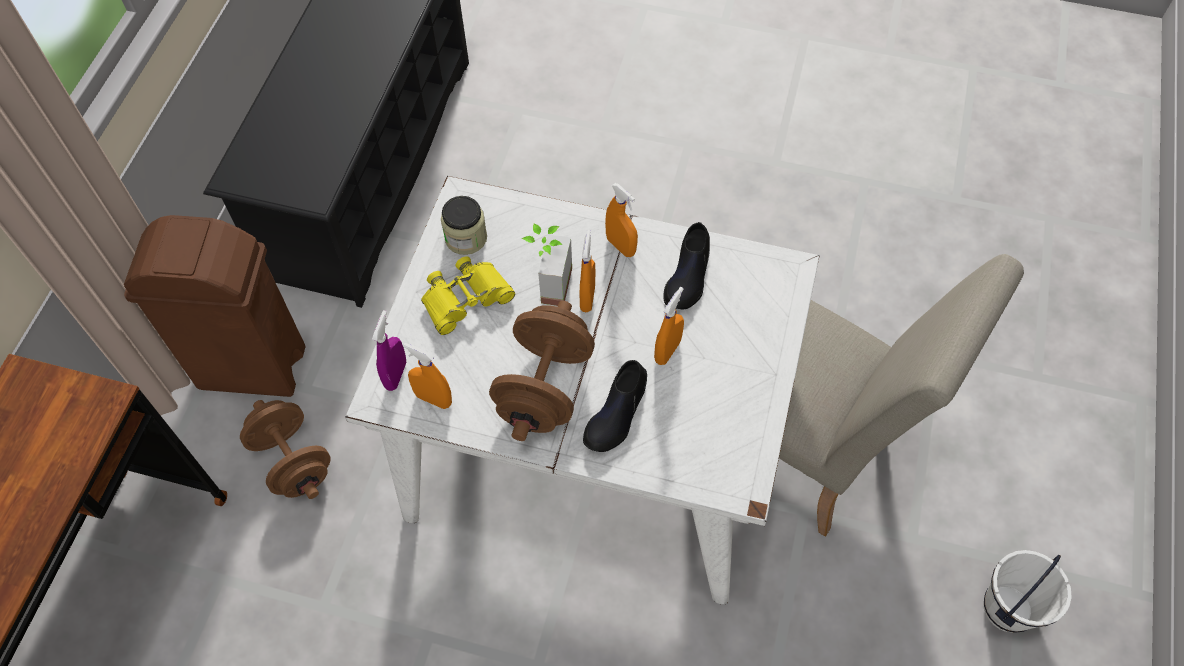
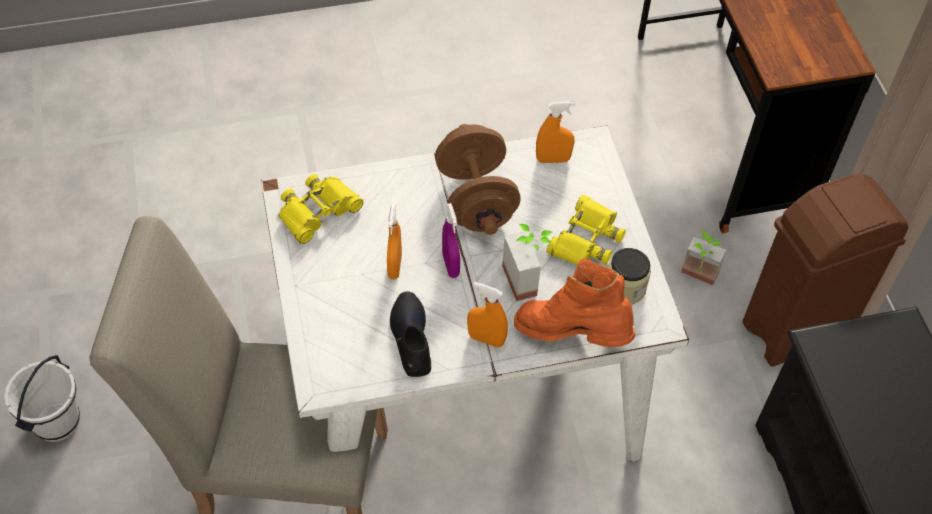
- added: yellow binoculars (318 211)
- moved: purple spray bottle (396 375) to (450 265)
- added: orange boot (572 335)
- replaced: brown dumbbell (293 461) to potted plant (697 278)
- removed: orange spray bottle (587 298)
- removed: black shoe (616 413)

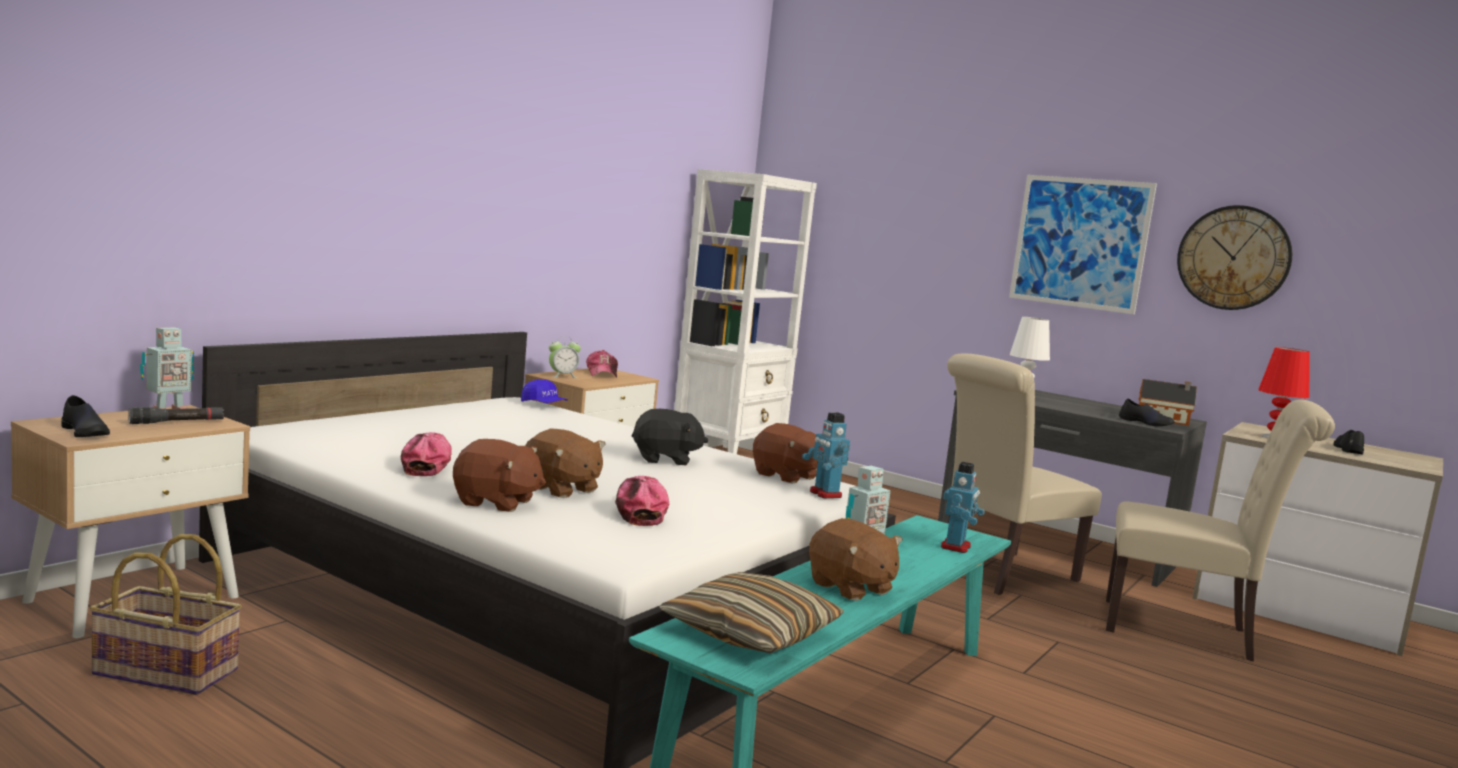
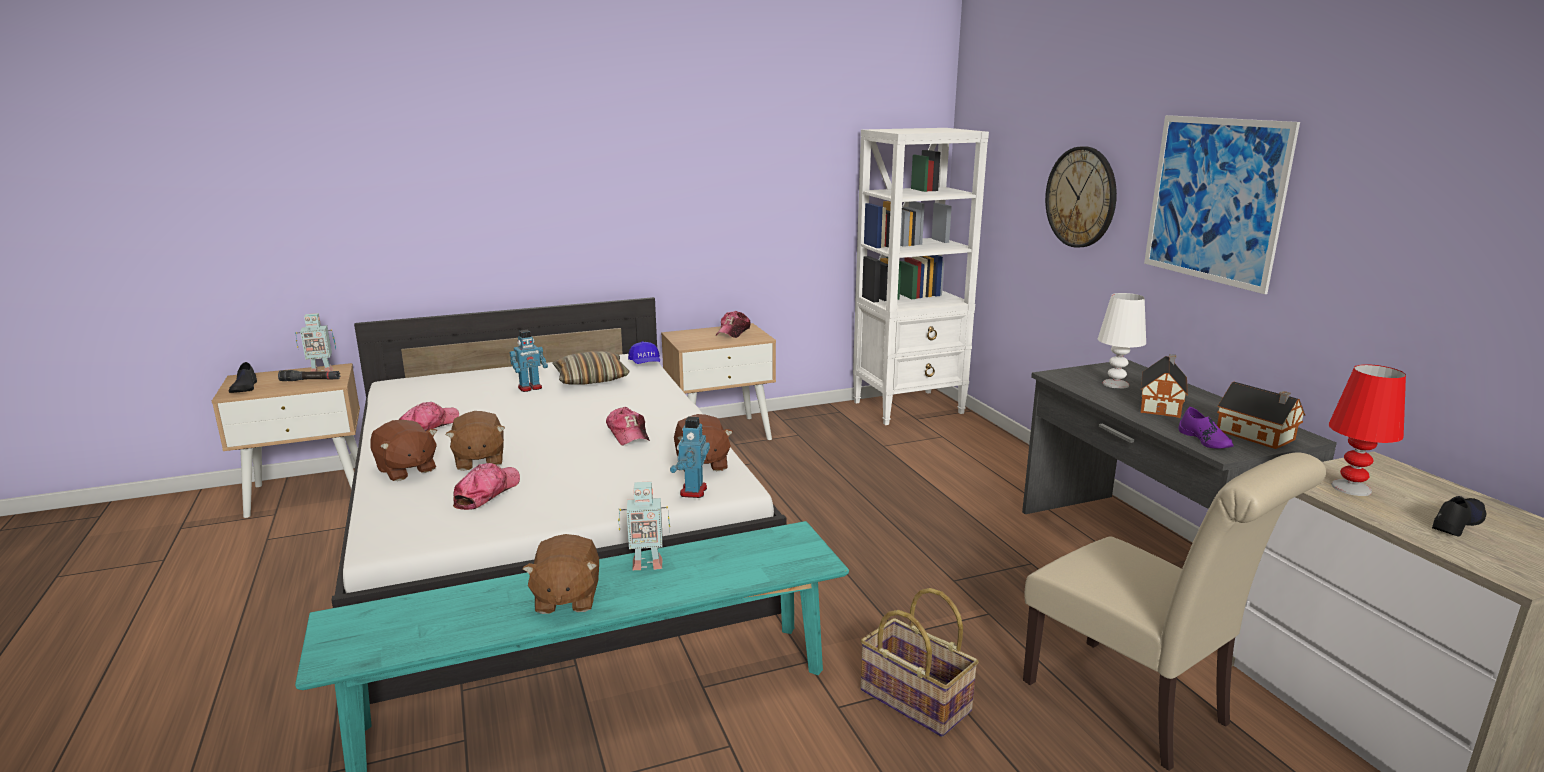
- moved: toy robot (956 547) to (530 388)
- moved: pillow (751 632) to (591 379)
- replaced: black plush toy (665 459) to cap (628 434)
- moved: basket (164 673) to (913 701)
- moved: wall clock (1233 258) to (1081 197)
- added: toy house (1161 405)
- recoloured: black shoe (1145 423) to purple shoe (1205 440)
- removed: alarm clock (562 376)
- removed: beige chair (1000 574)

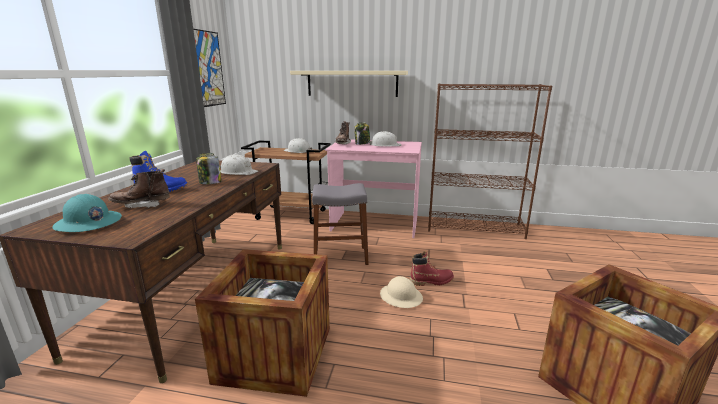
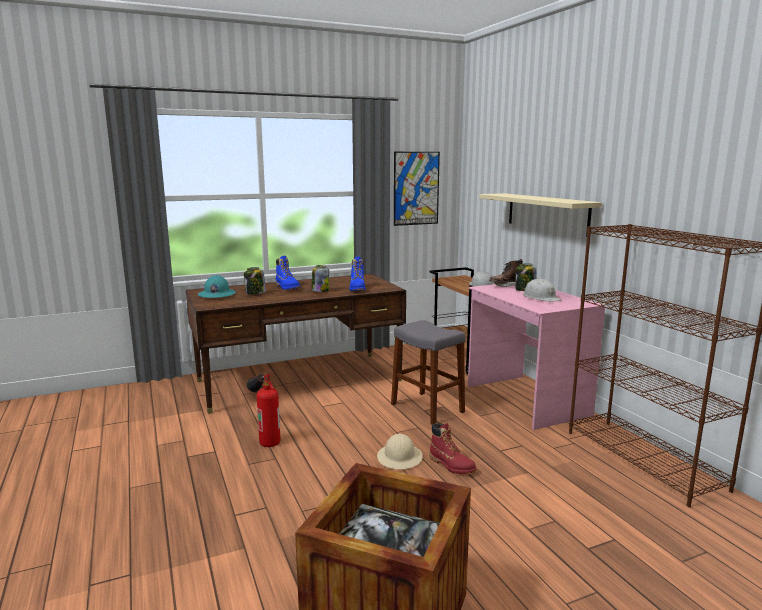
- replaced: brown boot (142 205) to jar (255 293)
- replaced: crate (275 354) to fire extinguisher (264 434)
- replaced: white hard hat (238 172) to blue boot (357 289)

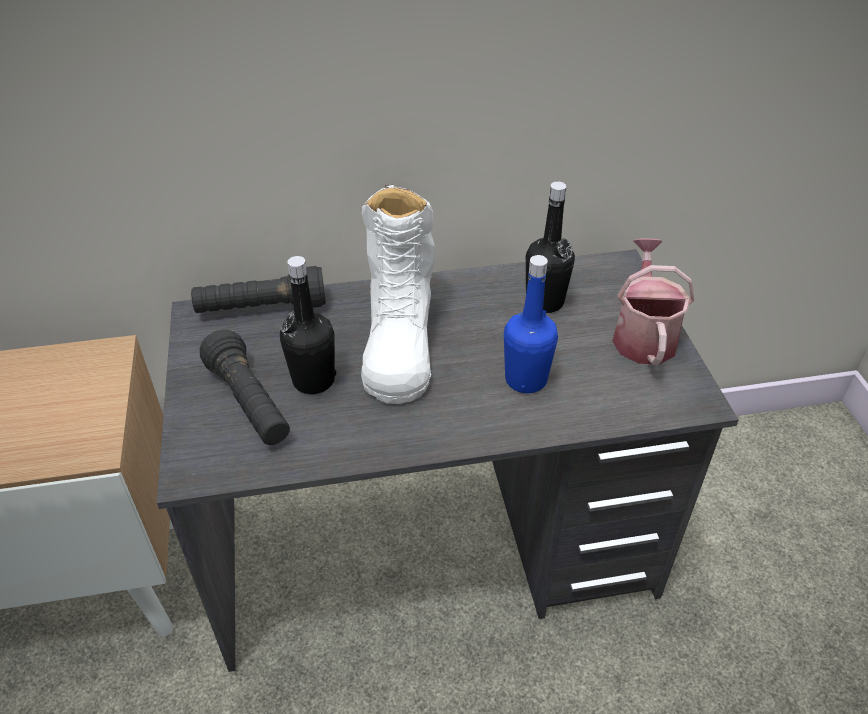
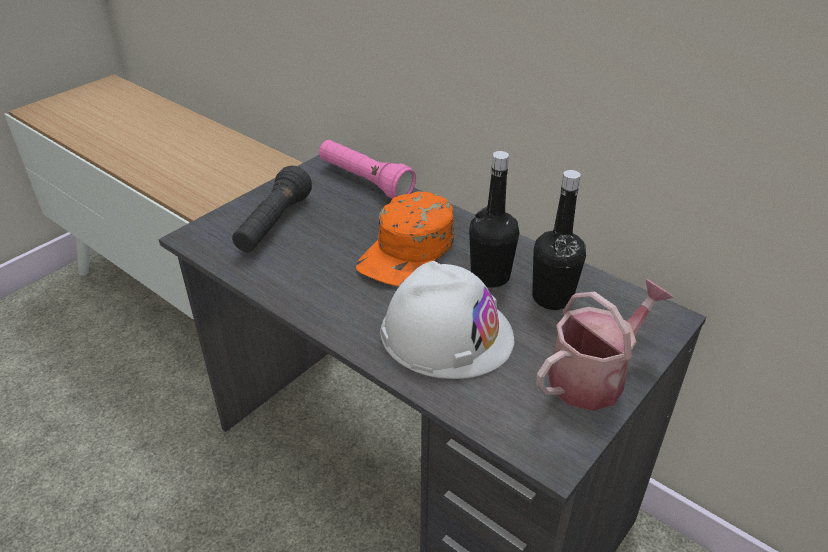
- recoloured: black flashlight (262 308) to pink flashlight (364 181)
- replaced: white boot (399 341) to orange cap (408 251)
- replaced: blue bottle (526 379) to white hard hat (446 333)
- moved: black bottle (313 380) to (490 276)

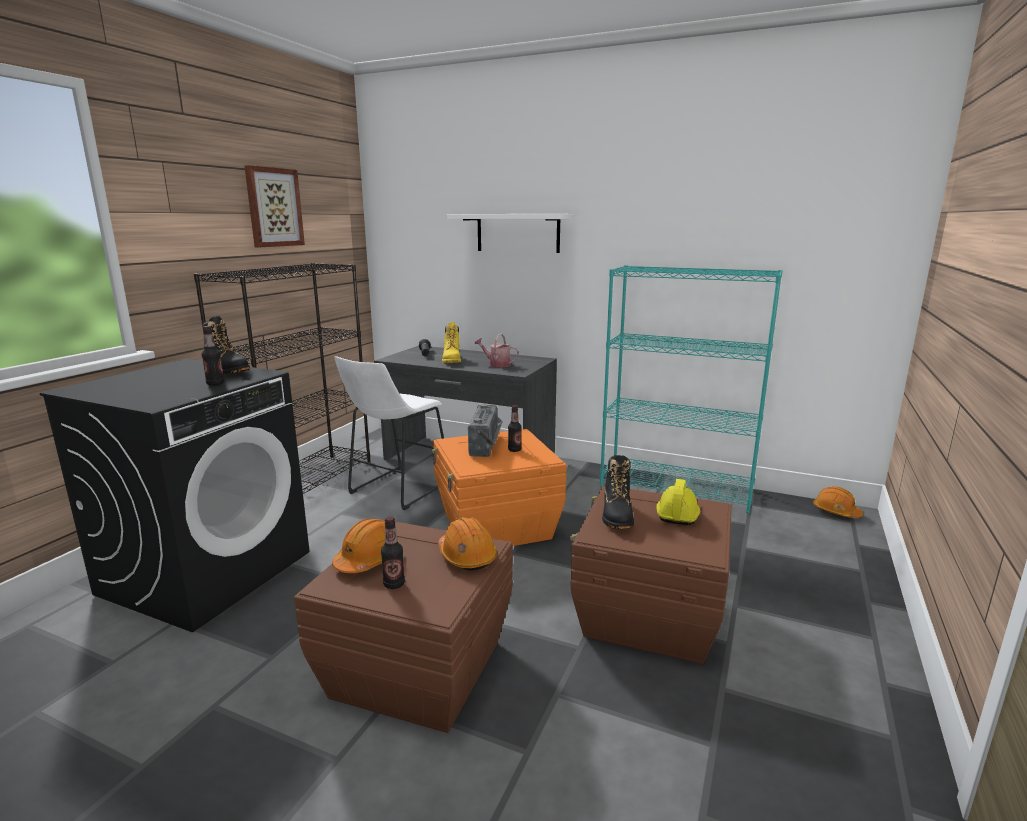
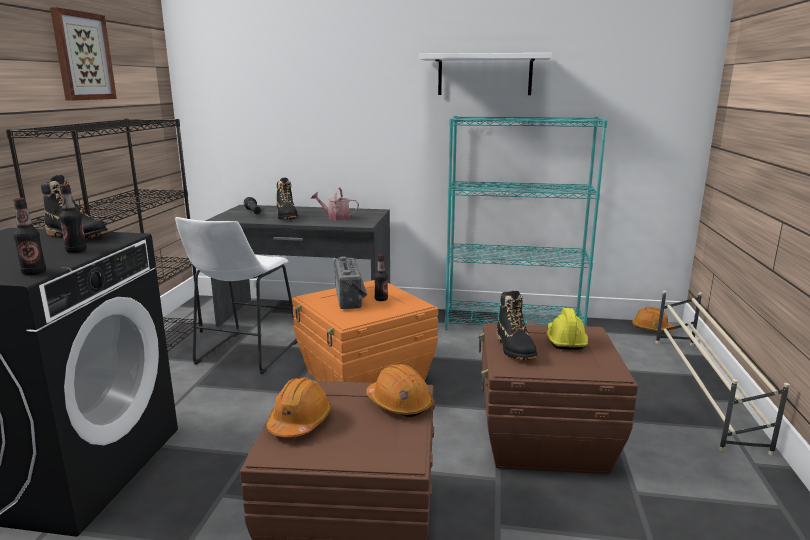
- moved: bottle (394 584) to (34 272)
- recoloured: yellow boot (452 360) to black boot (287 217)
- moved: white shelf (518 233) to (484 75)
- added: beige shoe rack (704 389)

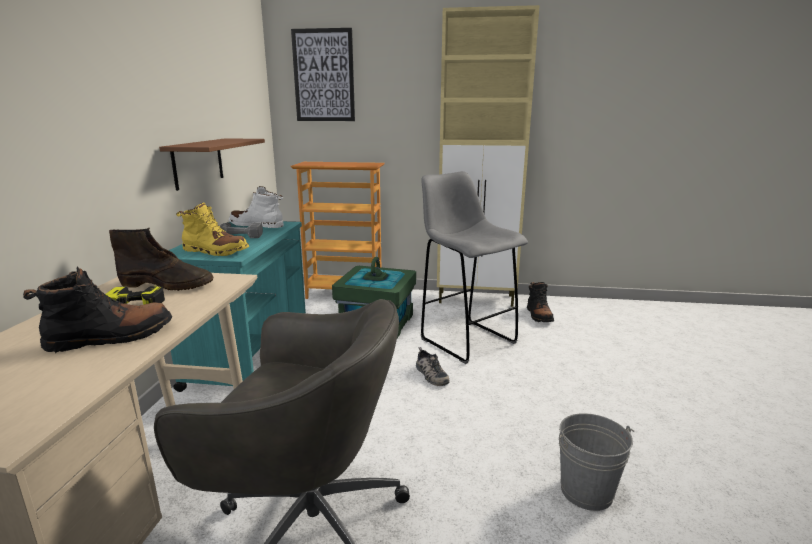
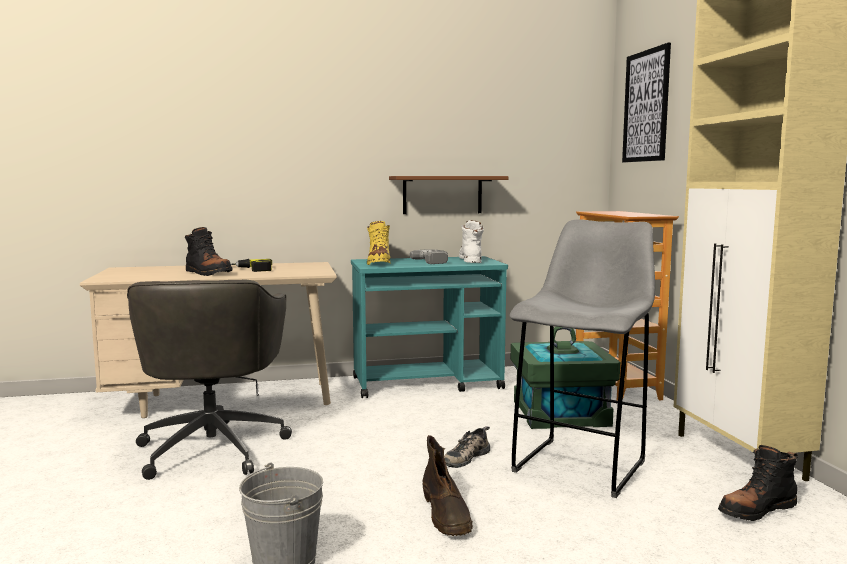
- moved: brown boot (167 285) to (446 514)

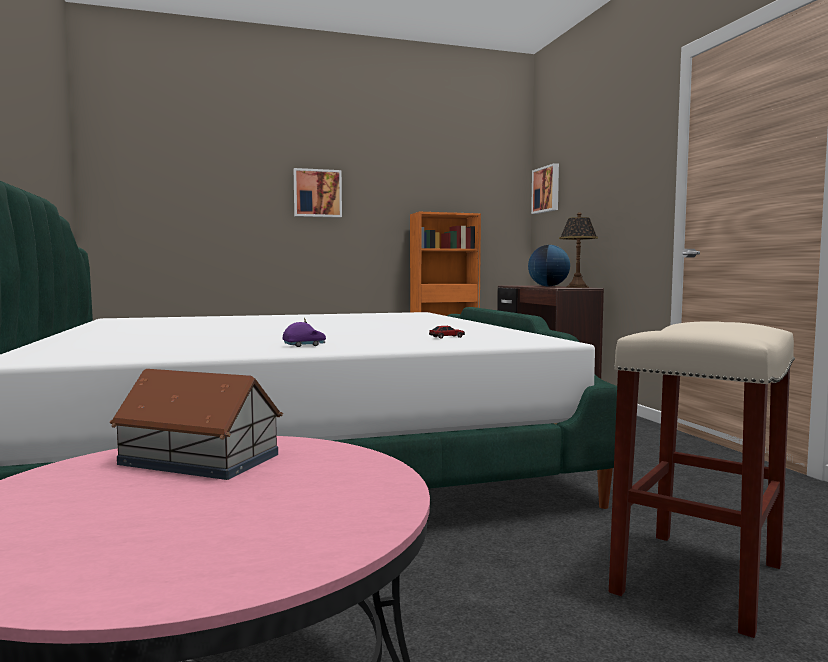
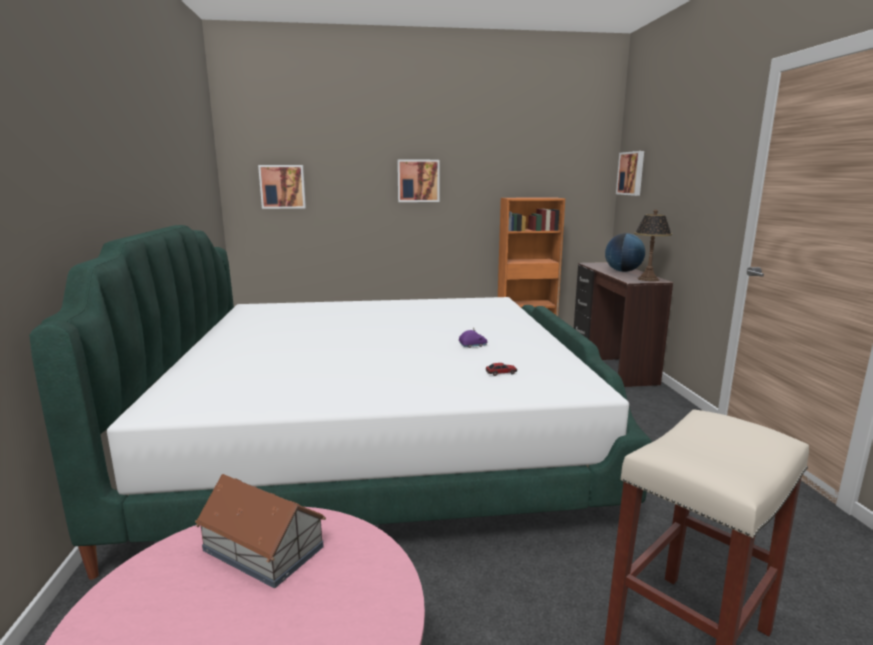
- added: picture (282 186)
- moved: purple toy car (303 345) to (472 345)

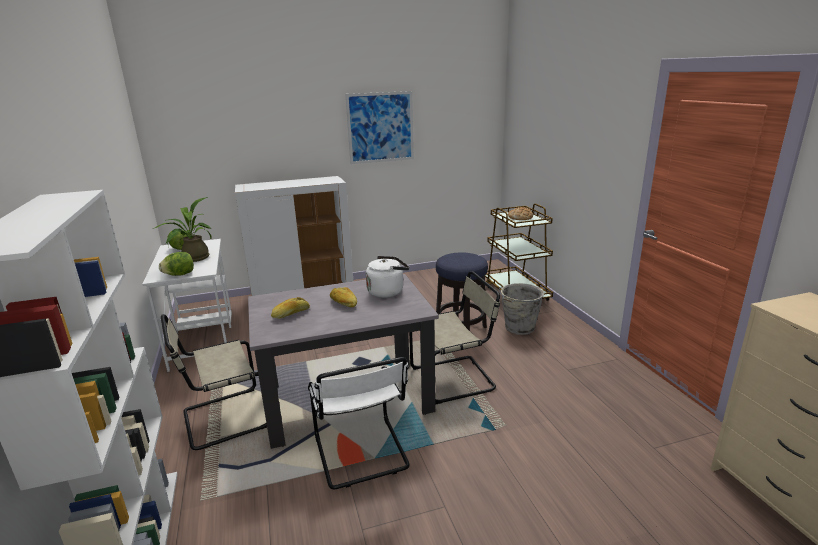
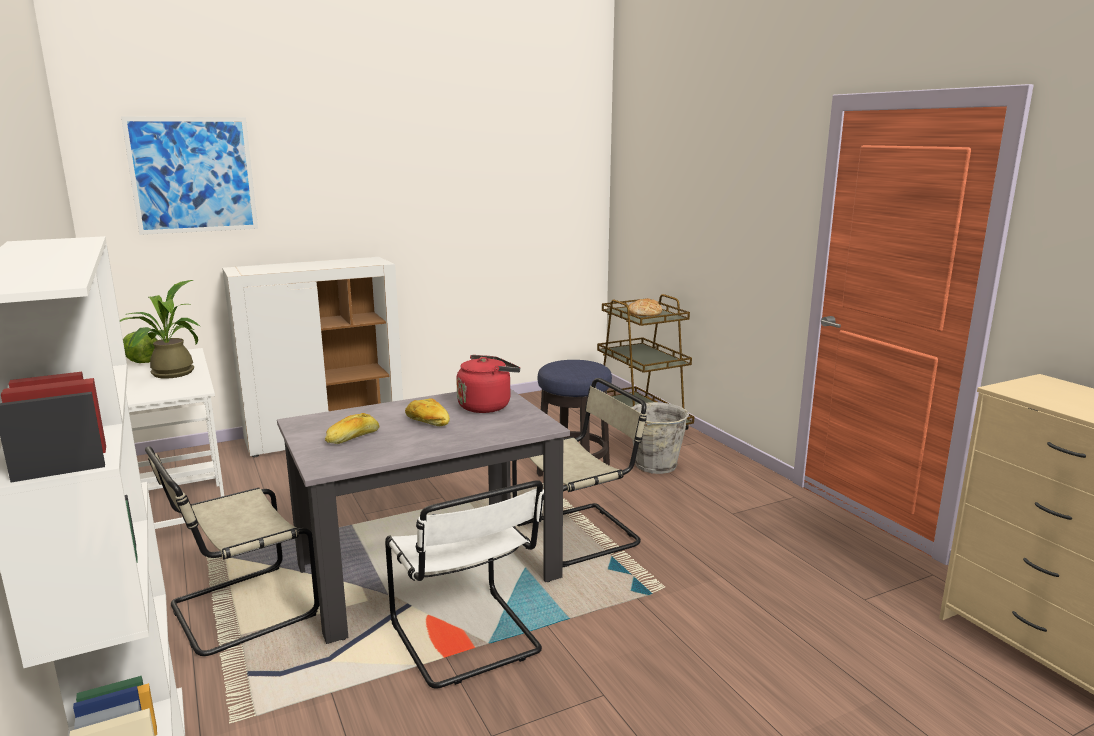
- moved: picture (380 127) to (193 175)
- recoloured: white kettle (387 291) to red kettle (487 406)
- removed: lettuce (179 274)

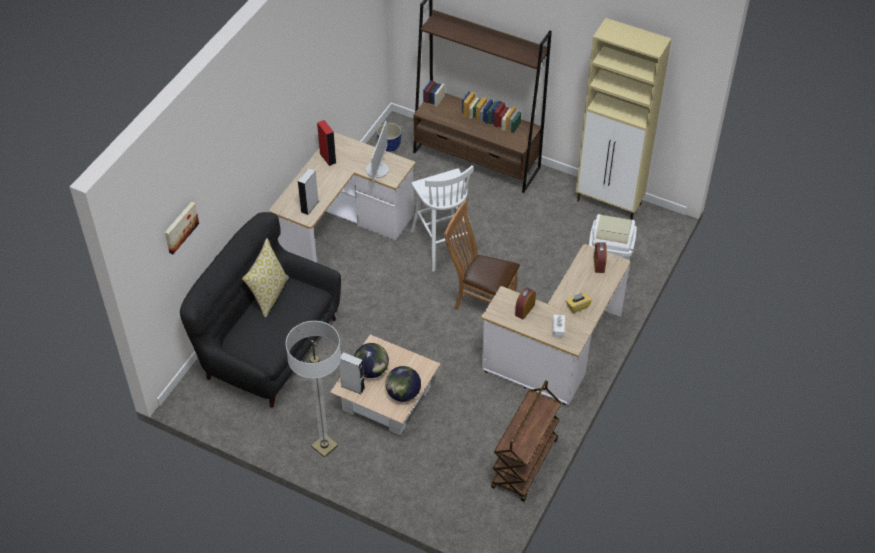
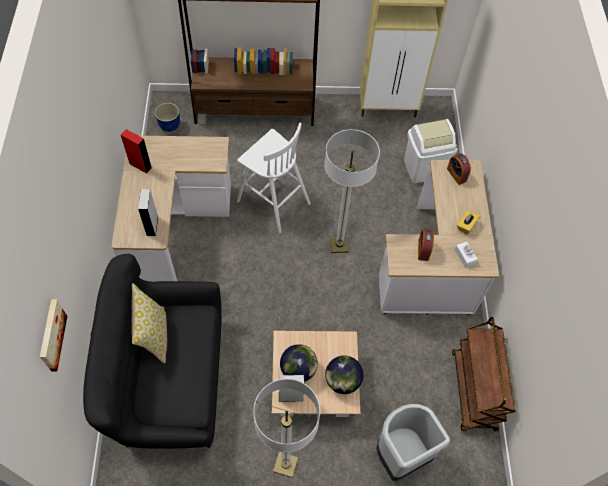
- replaced: brown chair (481 302) to floor lamp (339 245)
- added: grey trash can (401 455)
- removed: monitor (377 170)

